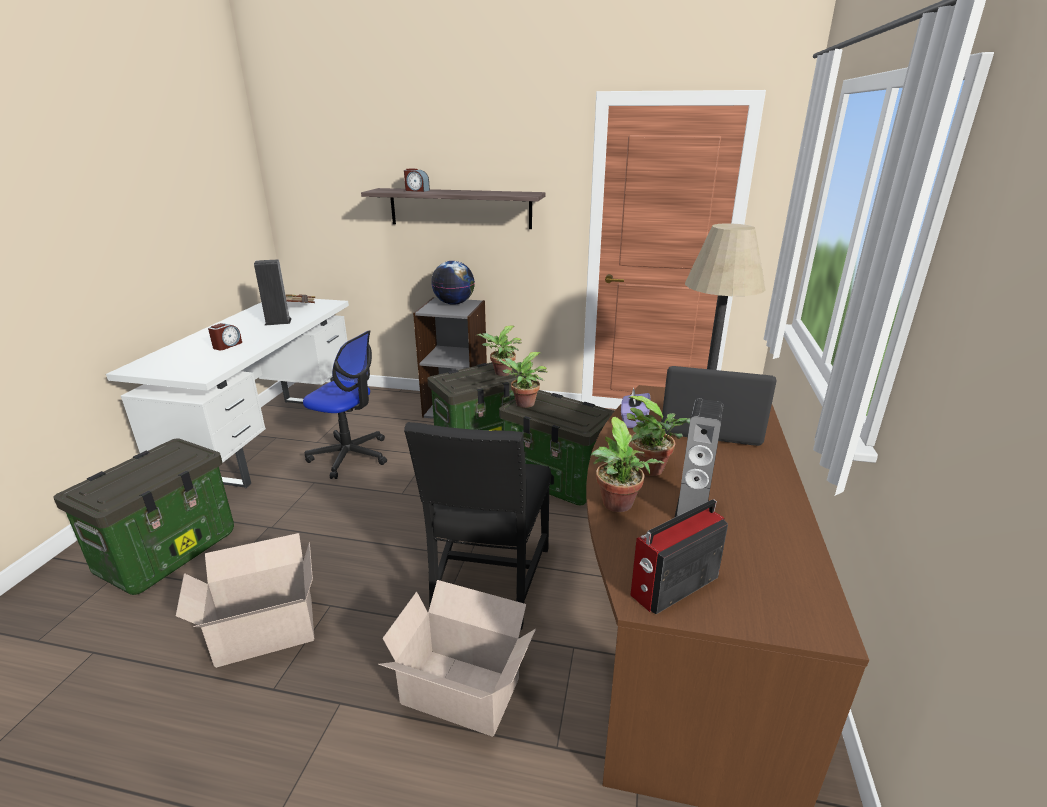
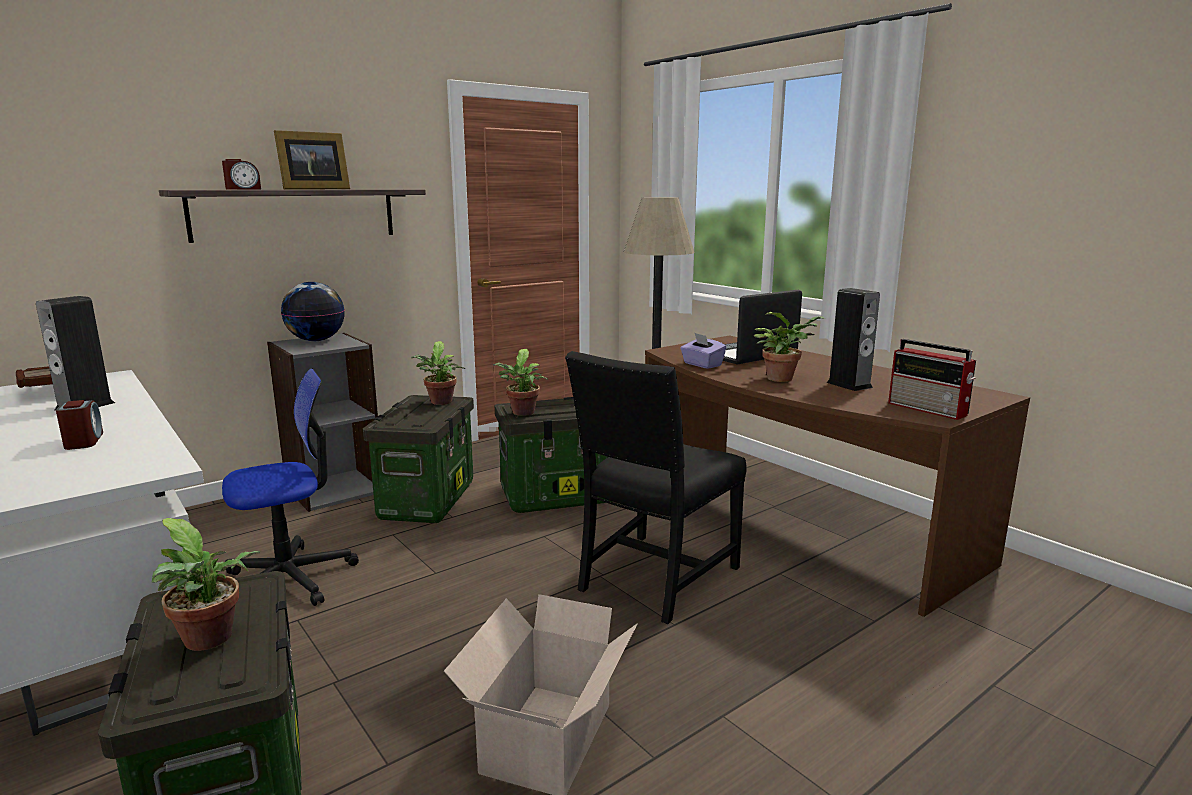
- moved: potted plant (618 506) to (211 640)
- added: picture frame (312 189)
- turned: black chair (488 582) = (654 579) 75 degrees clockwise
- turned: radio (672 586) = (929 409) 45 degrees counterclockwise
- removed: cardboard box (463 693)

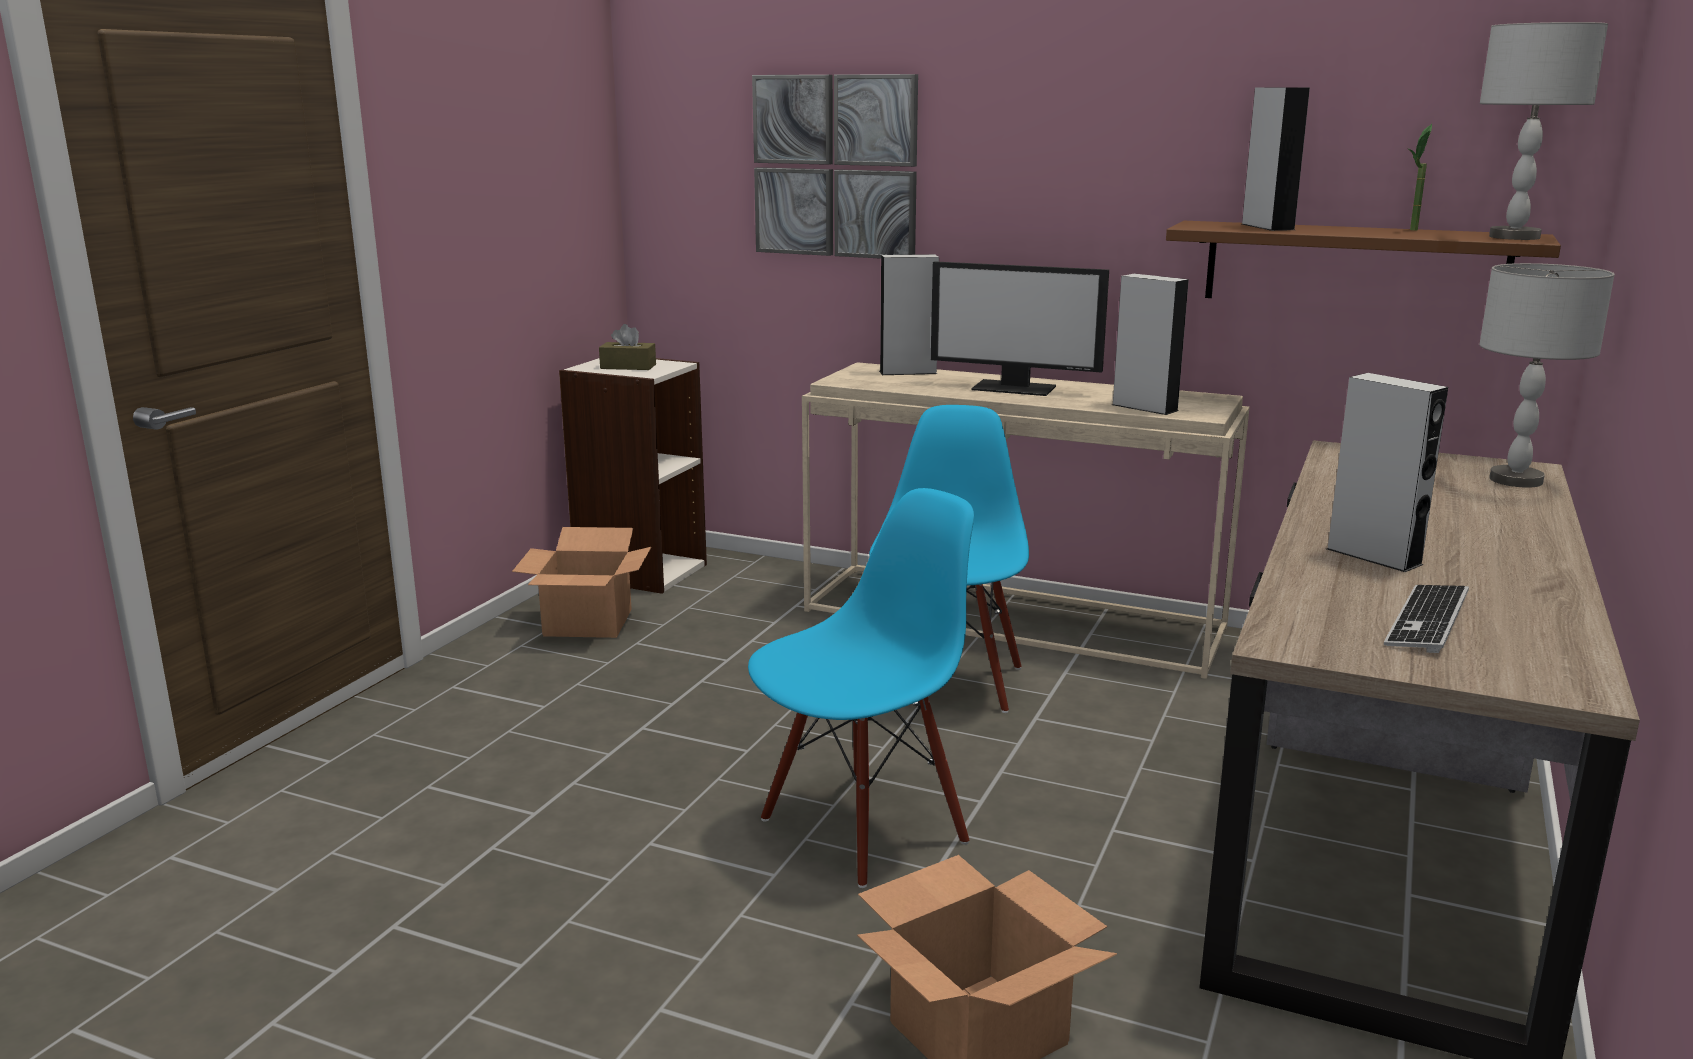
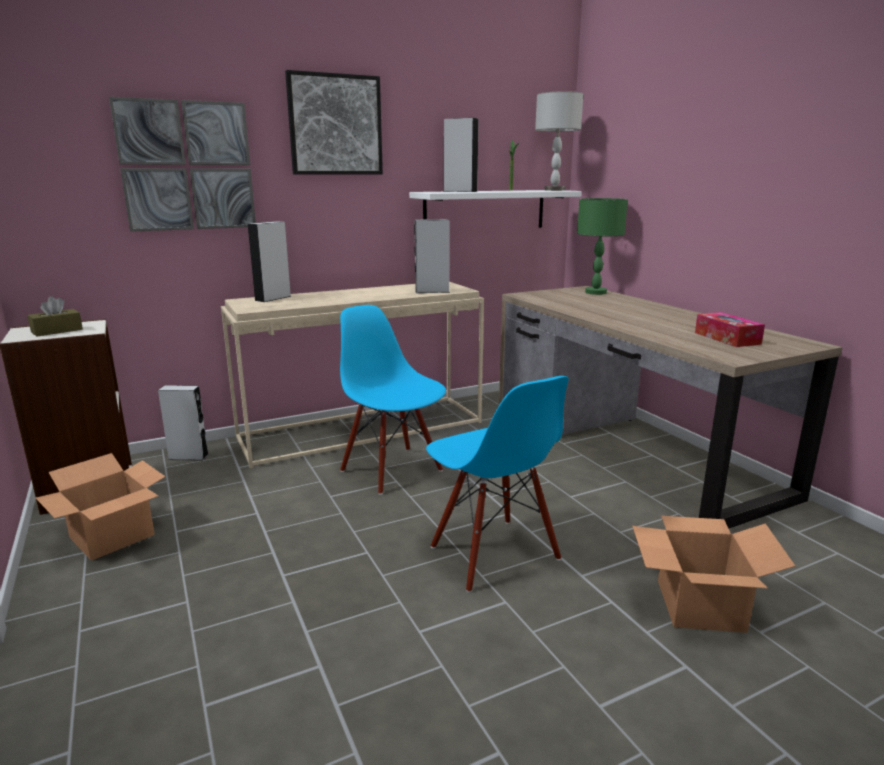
- moved: grey speaker (1373 556) to (188 457)
- added: picture (335 125)
- recoloured: brown shelf (1354 267) to white shelf (485 210)
- turned: blue chair (863 827) = (493 554) 150 degrees clockwise
- recoloured: grey table lamp (1516 480) to green table lamp (596 292)
- replaced: keyboard (1427 620) to tissue box (727 338)
- removed: monitor (1015 388)

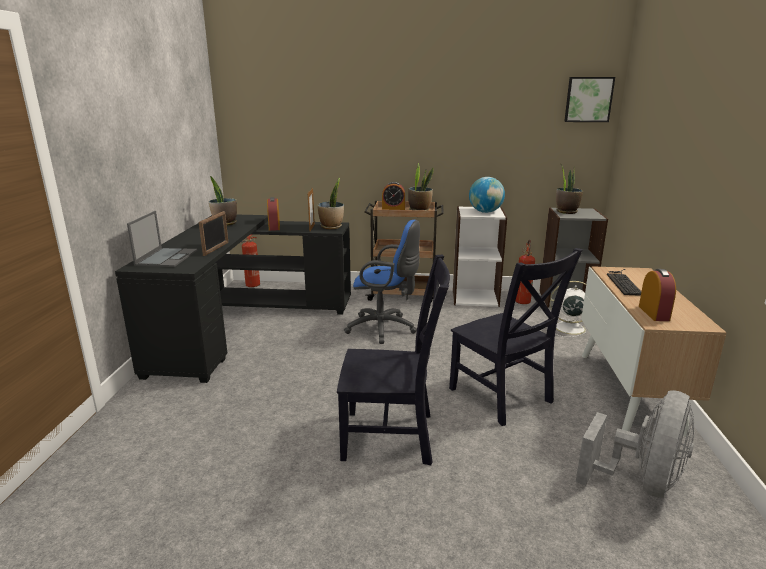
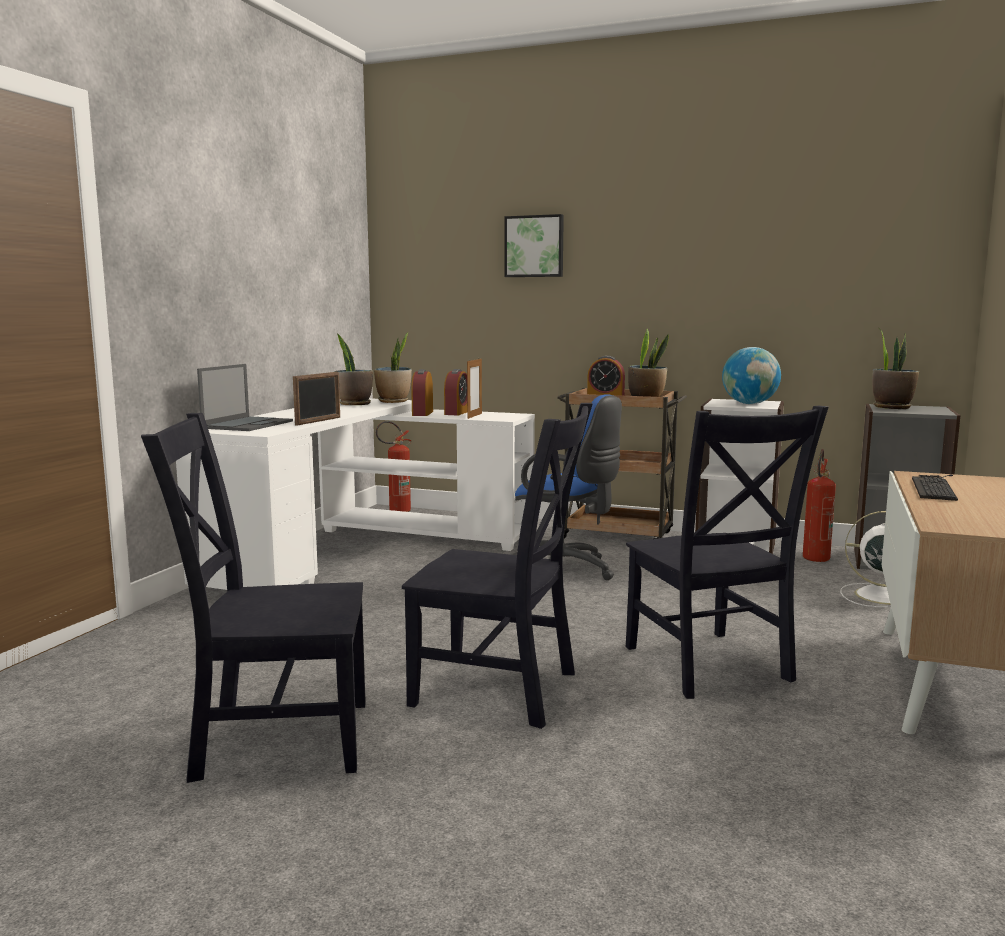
- added: black chair (274 739)
- recoloured: black desk (243 323) to white desk (362 549)
- moved: potted plant (331 227) to (393 401)
- moved: alarm clock (653 313) to (457 413)
- moved: picture (588 99) to (534 246)
- removed: grey fan (641 482)

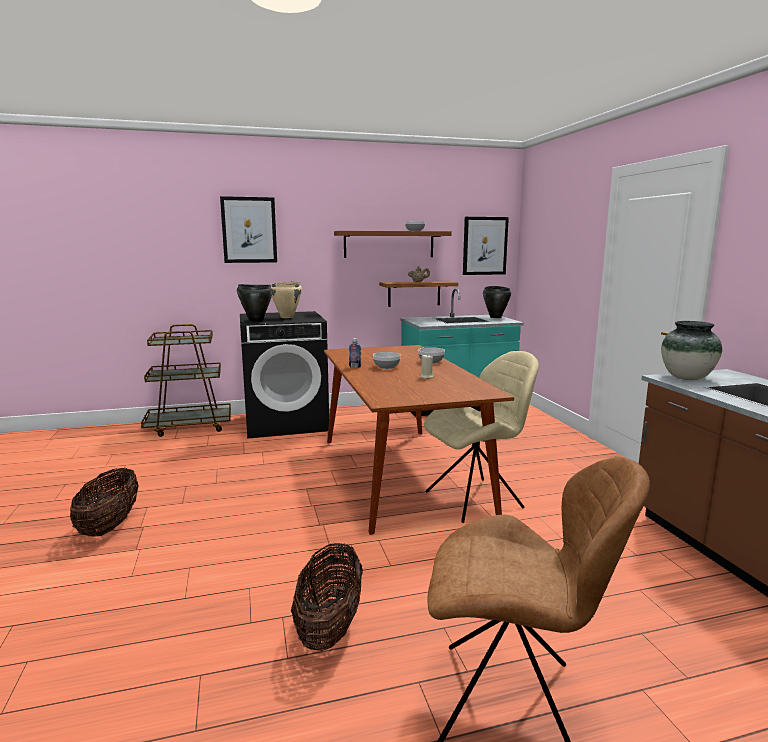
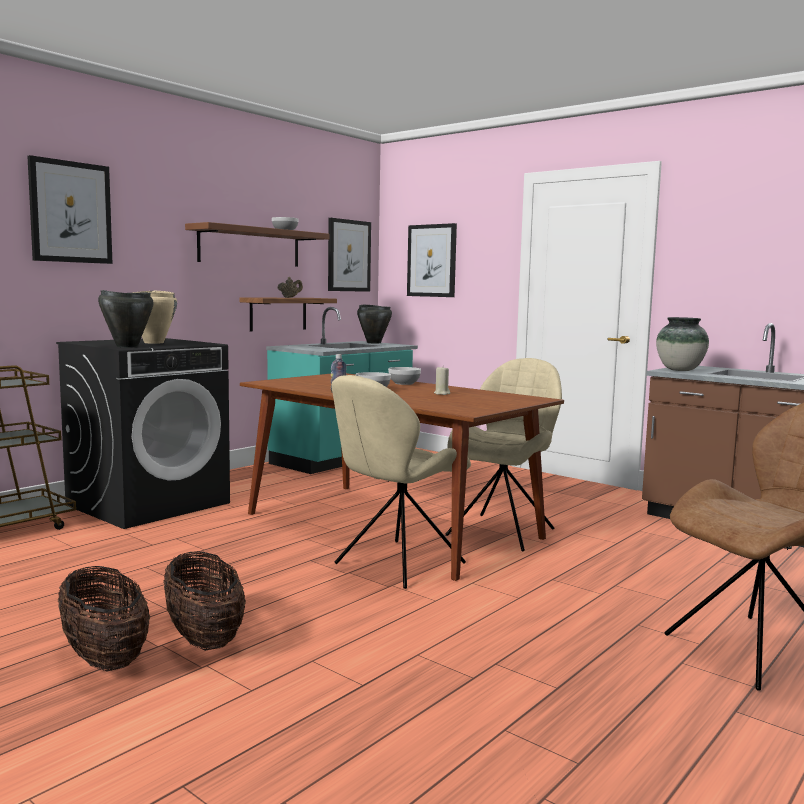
- moved: basket (329 626) to (204 638)
- added: beige chair (396 565)
- added: picture (432 260)

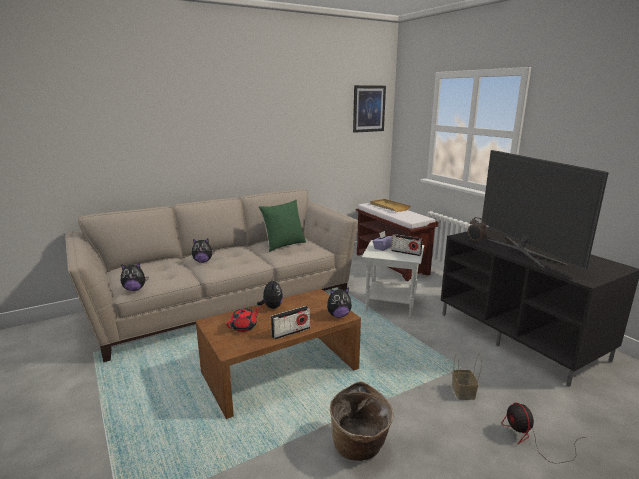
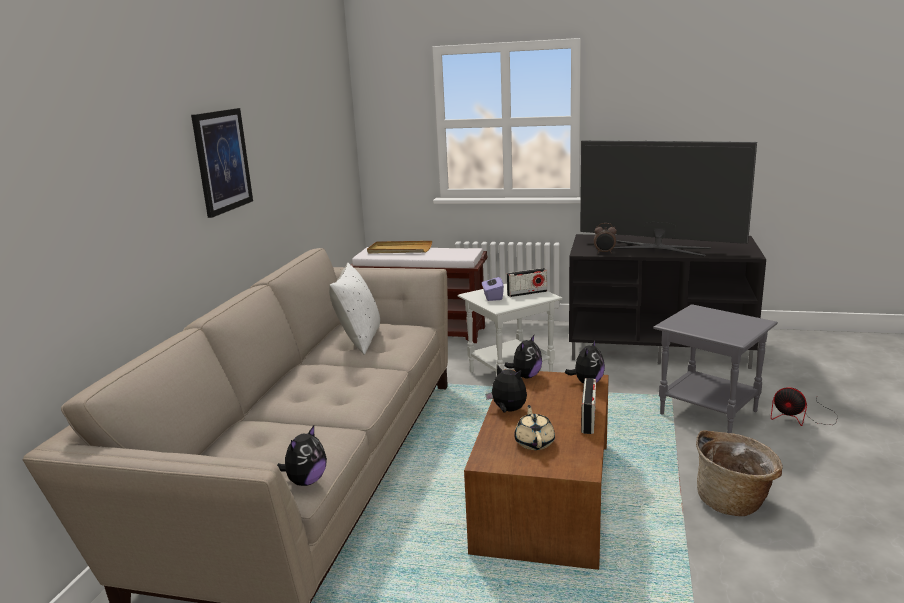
- moved: picture (368 108) to (222 161)
- recoloured: green pillow (283 245) to white pillow (359 340)
- moved: plush toy (203 261) to (526 376)
- recoloured: red teapot (244 327) to beige teapot (534 442)
- replaced: basket (464 392) to grey side table (709 413)

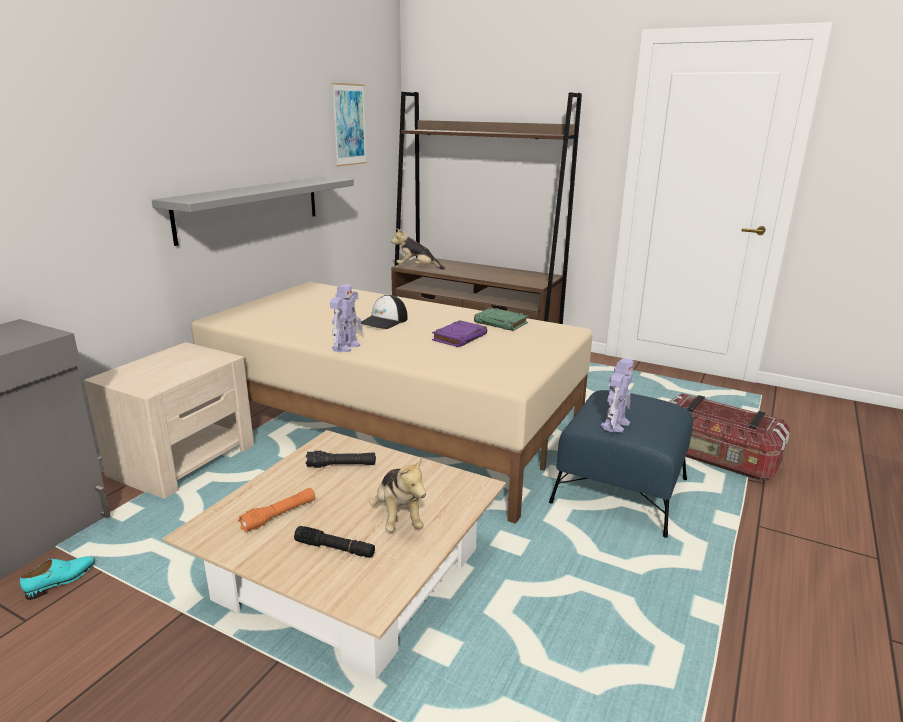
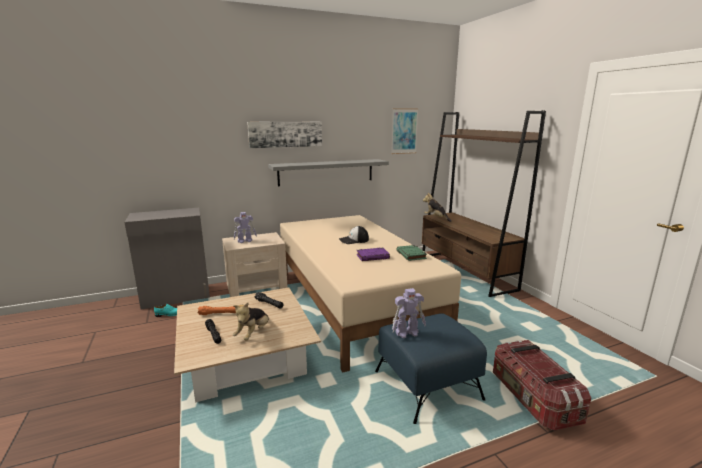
- moved: toy robot (346 346) to (245 241)
- added: picture (285 134)

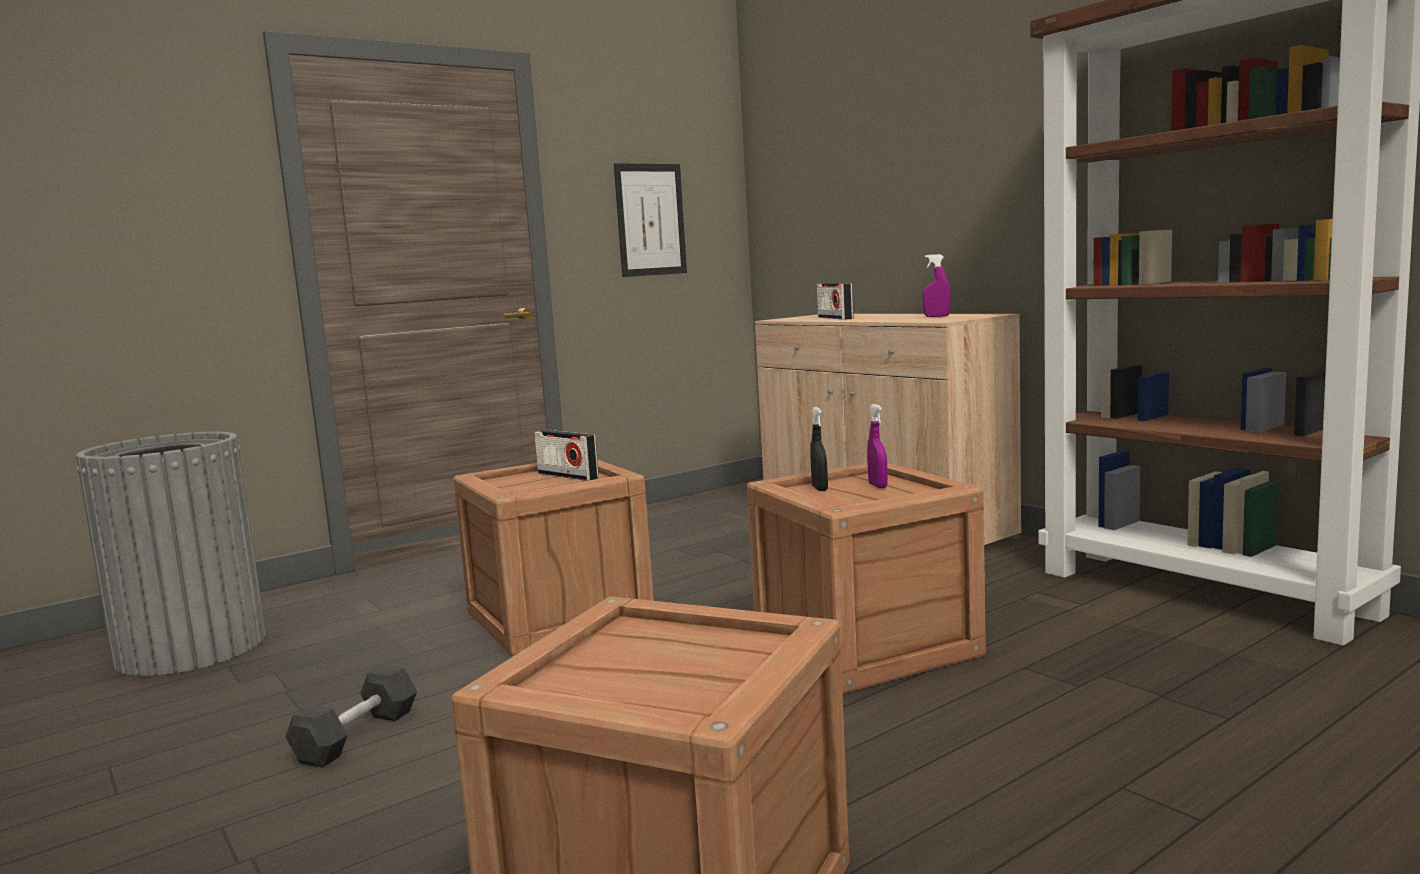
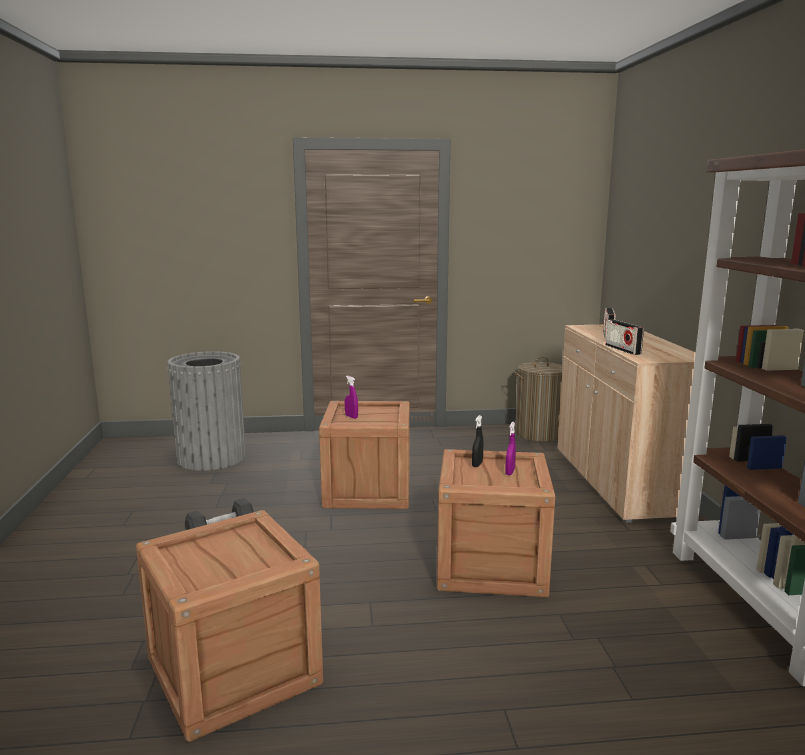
- moved: purple spray bottle (936 316) to (351 417)
- added: laundry basket (538 433)
- moved: radio (568 476) to (622 349)
- removed: picture (650 220)

